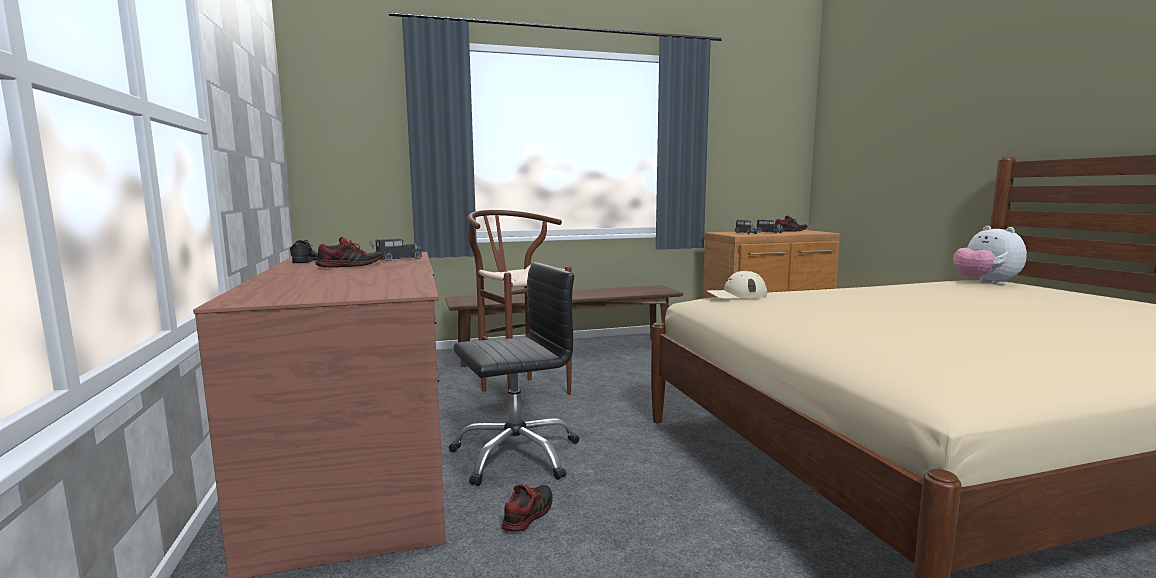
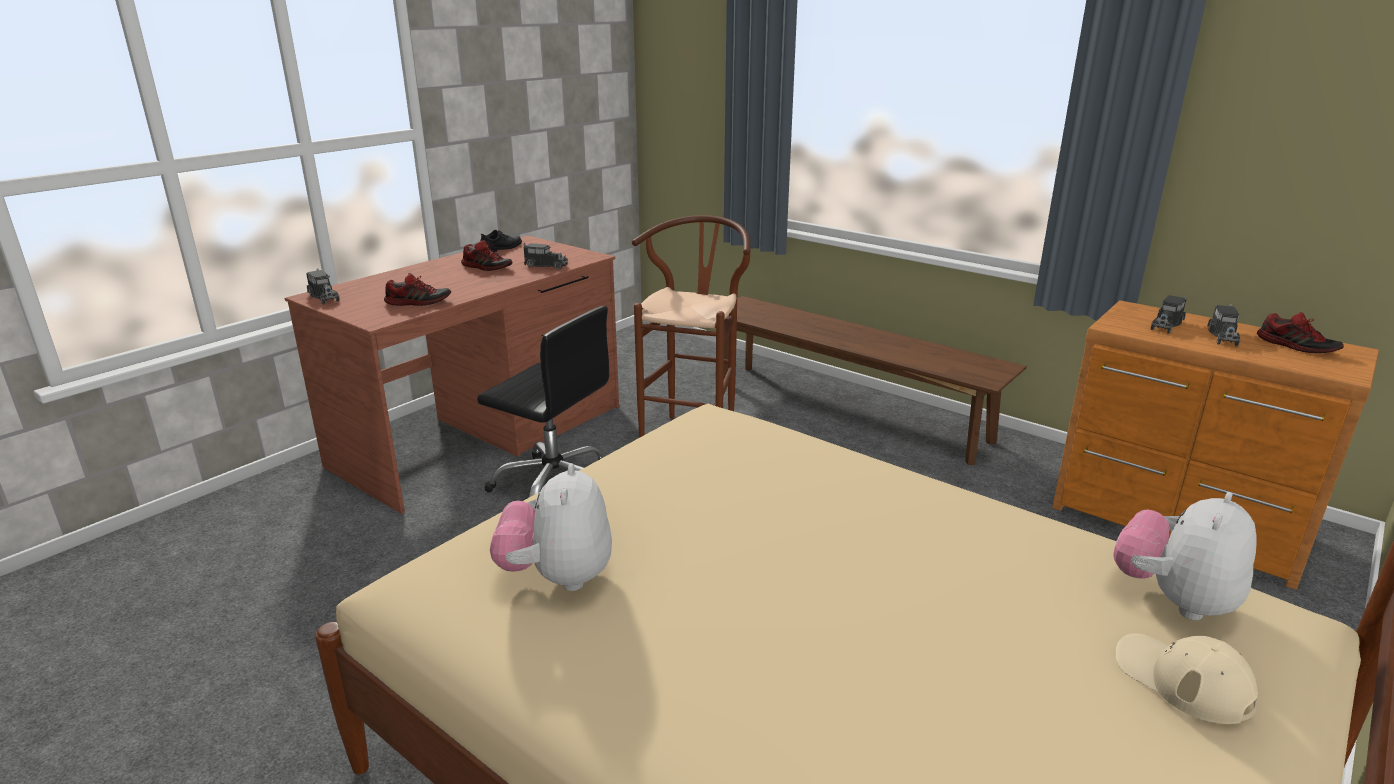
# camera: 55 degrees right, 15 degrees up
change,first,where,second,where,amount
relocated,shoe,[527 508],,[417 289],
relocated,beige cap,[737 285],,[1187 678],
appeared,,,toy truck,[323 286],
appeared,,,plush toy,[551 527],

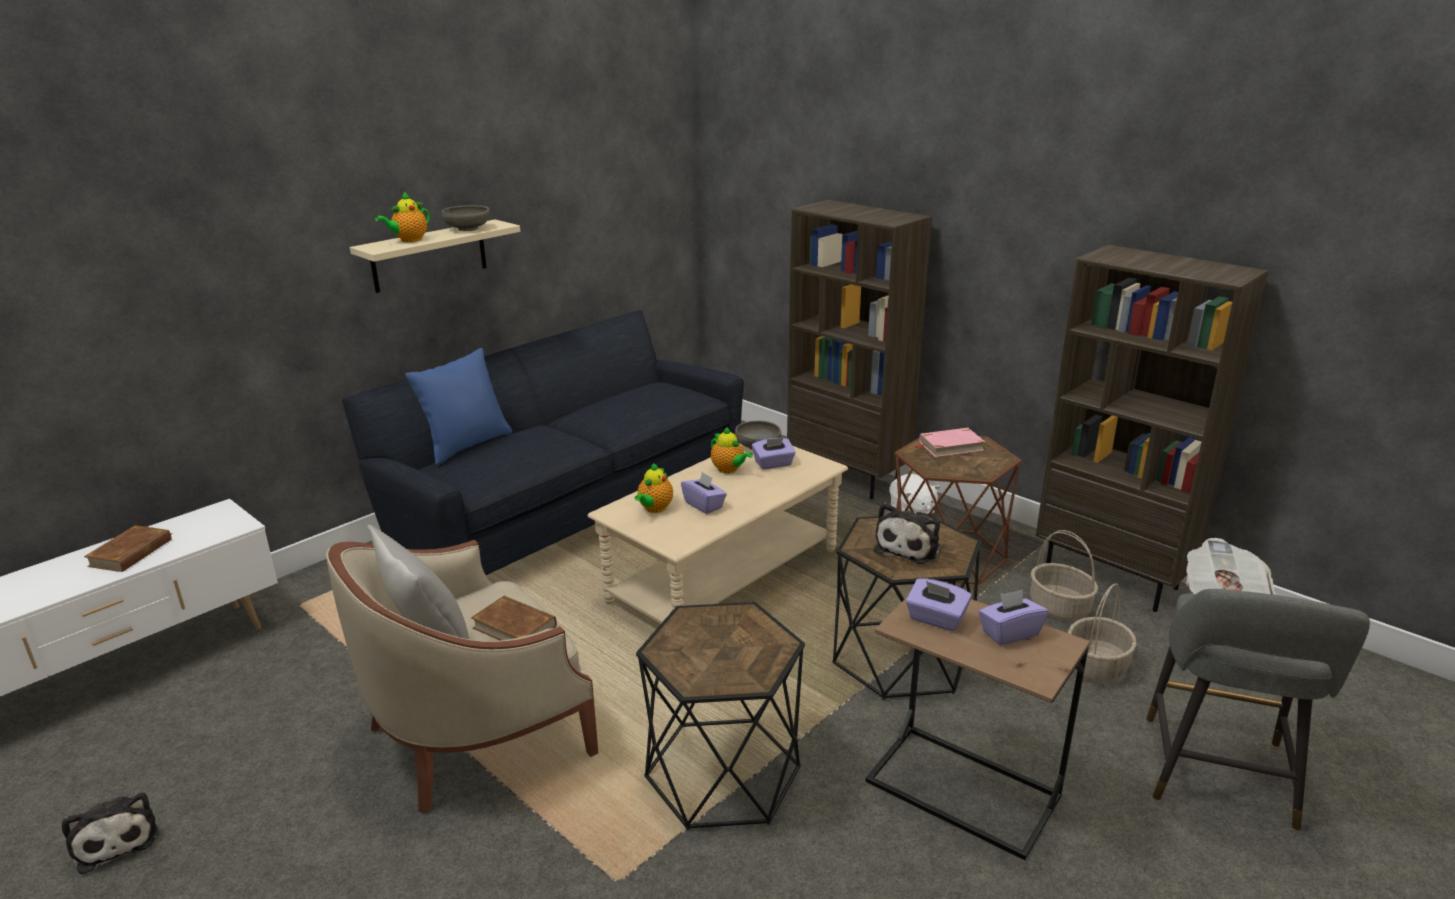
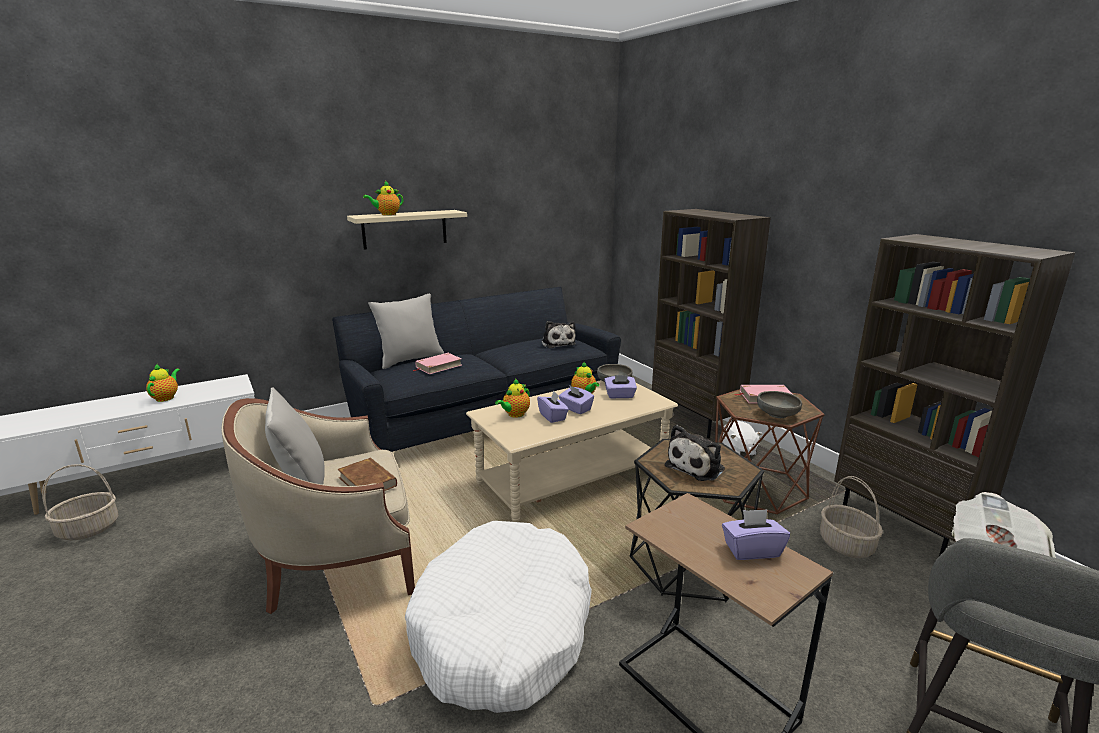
# camera: 15 degrees right, 5 degrees down
change,first,where,second,where,amount
relocated,plush toy,[110 833],,[558 334],
exchanged,brown book,[128 548],teapot,[163 383],
colour,blue pillow,[458 406],grey pillow,[406 331],
relocated,grey bowl,[466 218],,[779 404],
exchanged,black side table,[720 716],white dog bed,[498 617],
relocated,purple tissue box,[939 605],,[576 399],
relocated,basket,[1102 632],,[80 502],
appeared,,,pink book,[437 363],

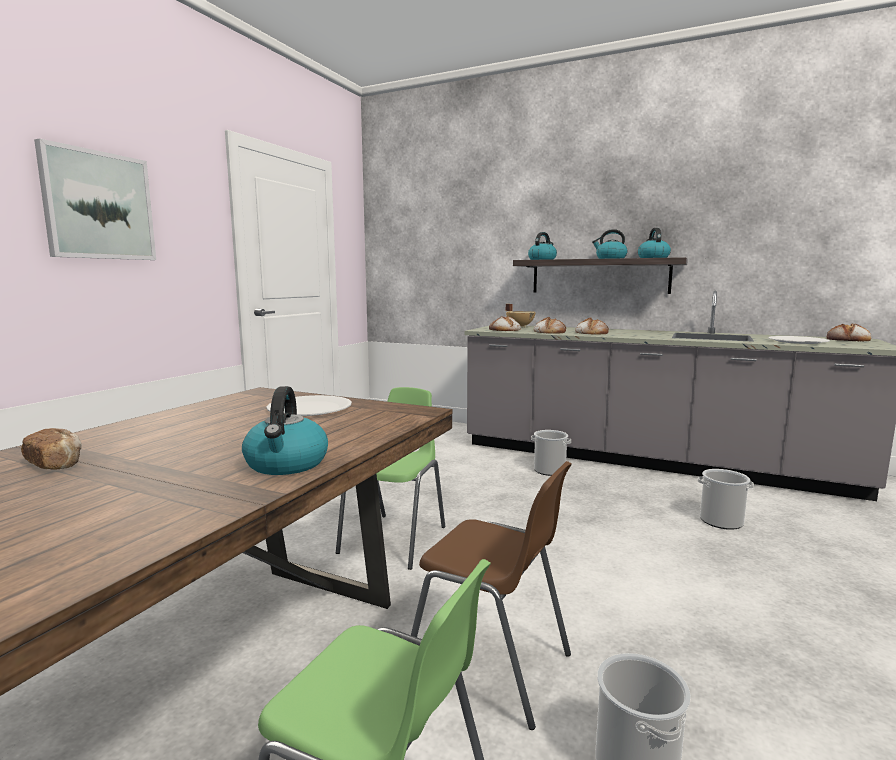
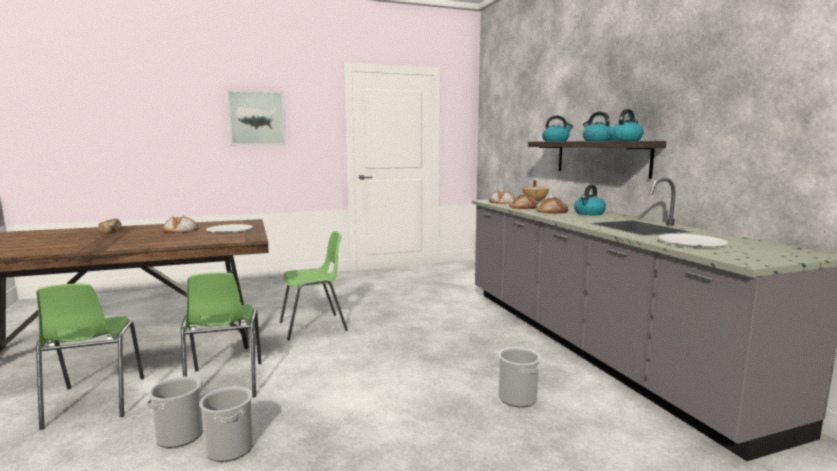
# camera: 45 degrees right, 0 degrees up
change,first,where,second,where,amount
relocated,kettle,[285 430],,[590 200],
colour,brown chair,[491 595],green chair,[221 334],
relocated,bucket,[551 453],,[226 424],
relocated,bread,[849 332],,[181 224],

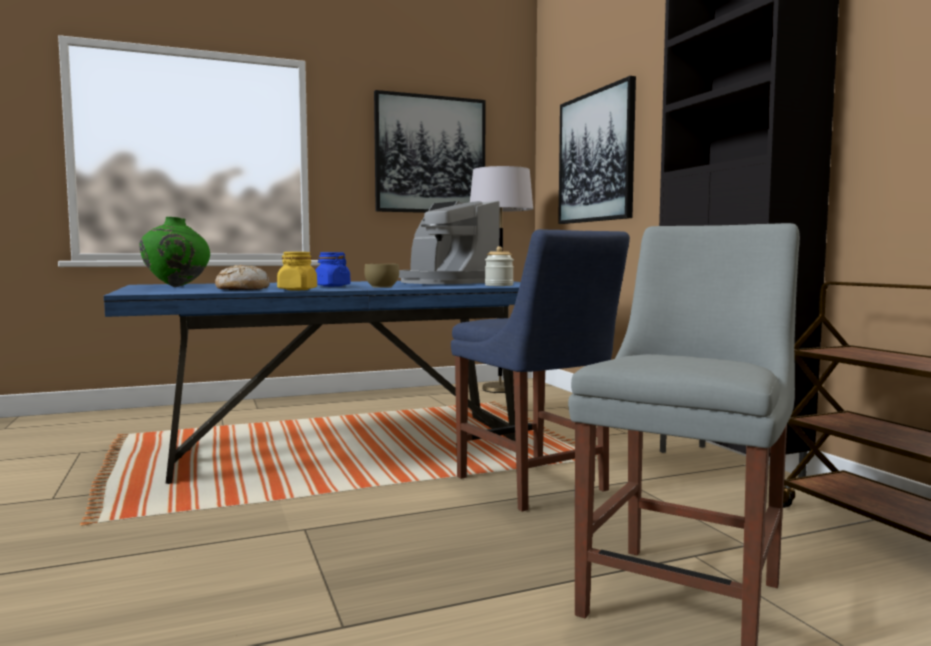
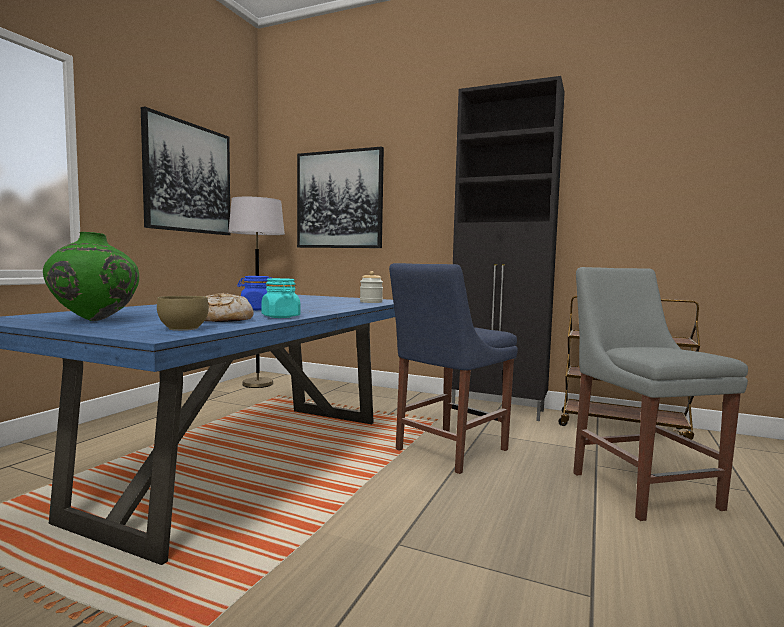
# camera: 45 degrees left, 0 degrees up
change,first,where,second,where,amount
colour,yellow jar,[297 271],turquoise jar,[281 298],
relocated,brown bowl,[381 276],,[183 313],
missing,coffee machine,[449 242],,,
spun,blue chair,[540 370],,[453 368],120 degrees clockwise

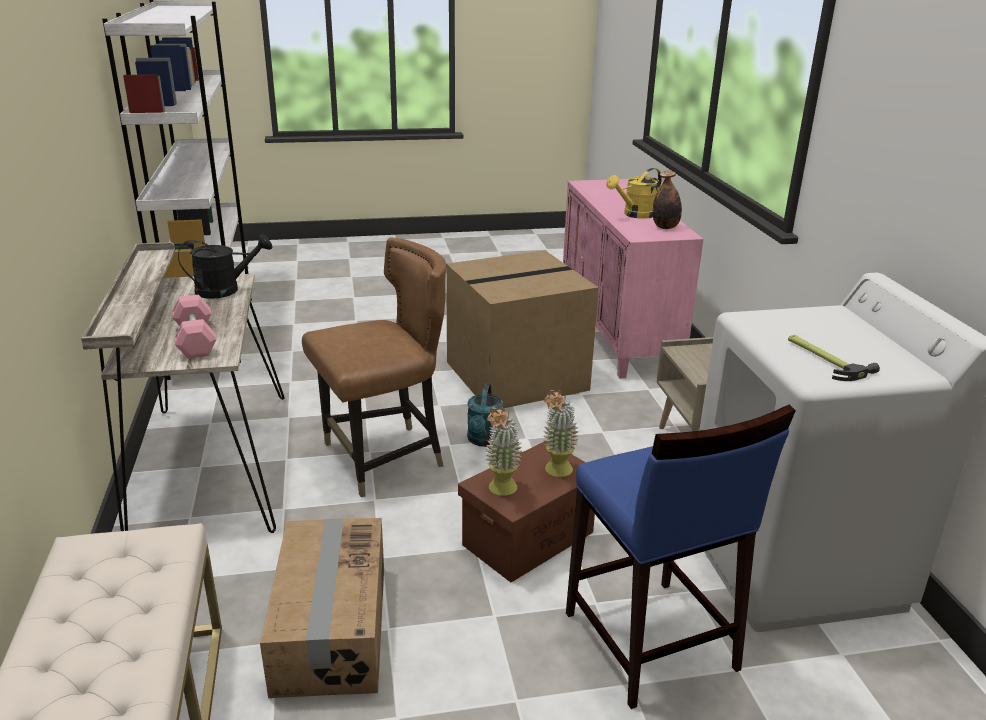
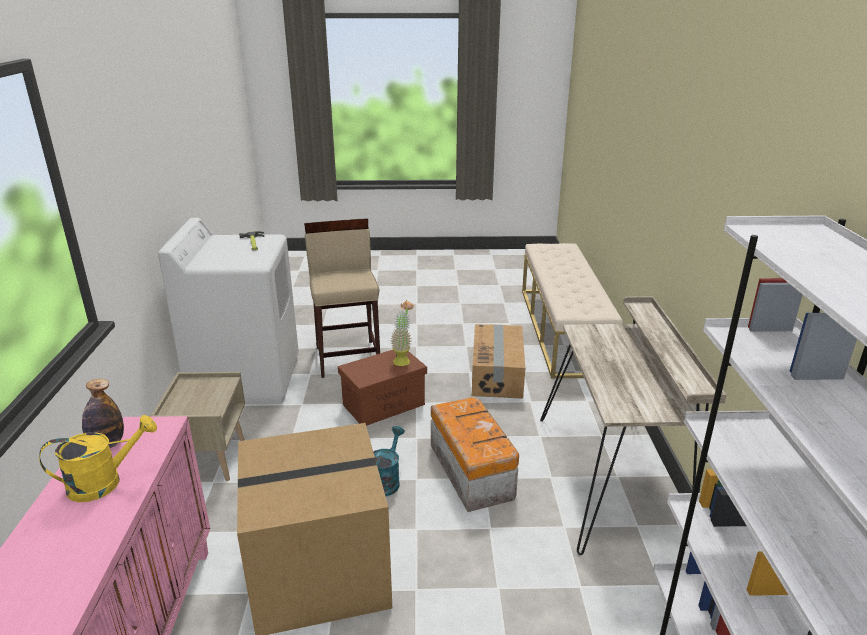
# camera: 170 degrees left, 0 degrees up
change,first,where,second,where,amount
missing,pink dumbbell,[194 326],,,
missing,black watering can,[225 266],,,
exchanged,brown chair,[374 367],storage box,[475 454],
missing,potted plant,[561 433],,,
colour,blue stool,[681 556],beige stool,[342 298],

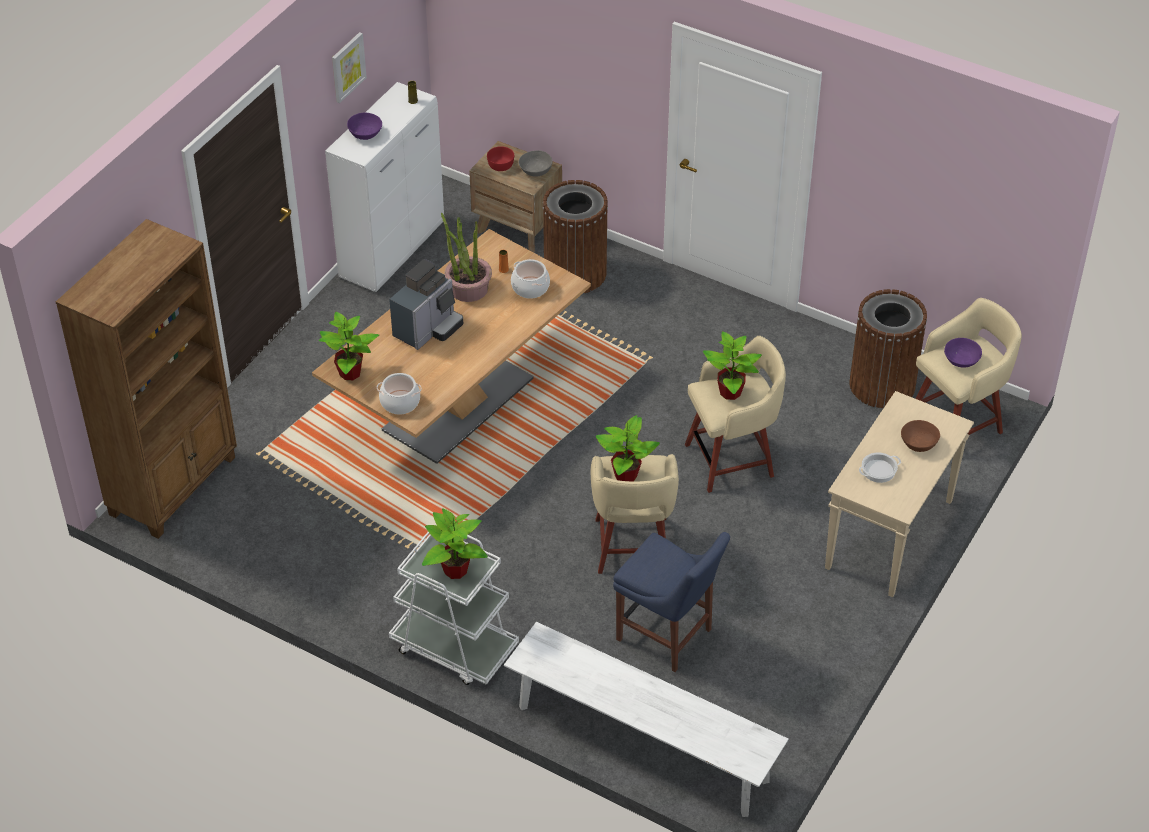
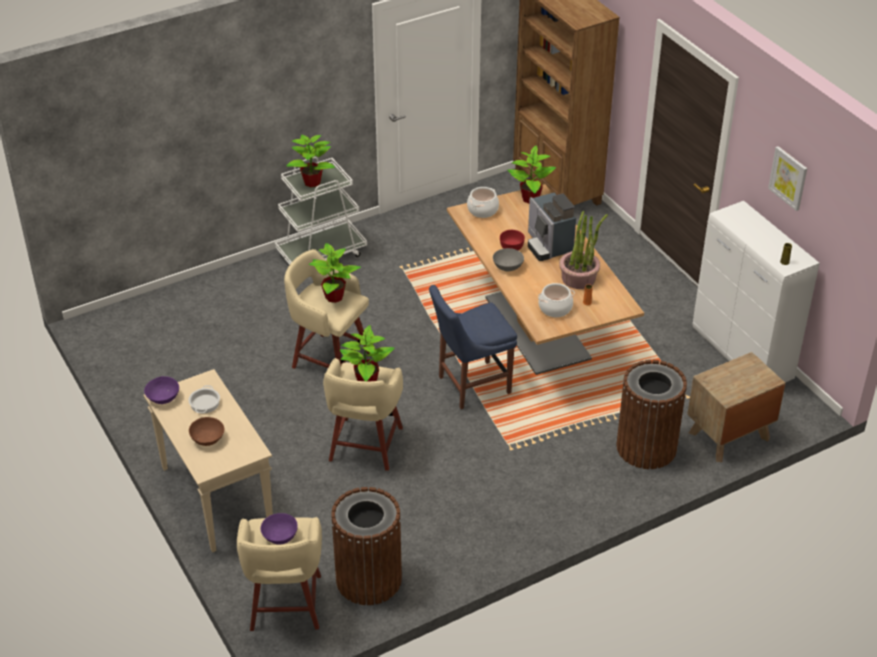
# camera: 120 degrees right, 5 degrees down
change,first,where,second,where,amount
relocated,purple bowl,[364 126],,[161 390],
relocated,red bowl,[500 158],,[512 240],
missing,white bench,[646 719],,,
relocated,grey bowl,[535 163],,[508 259],
relocated,blue chair,[671 602],,[473 347],

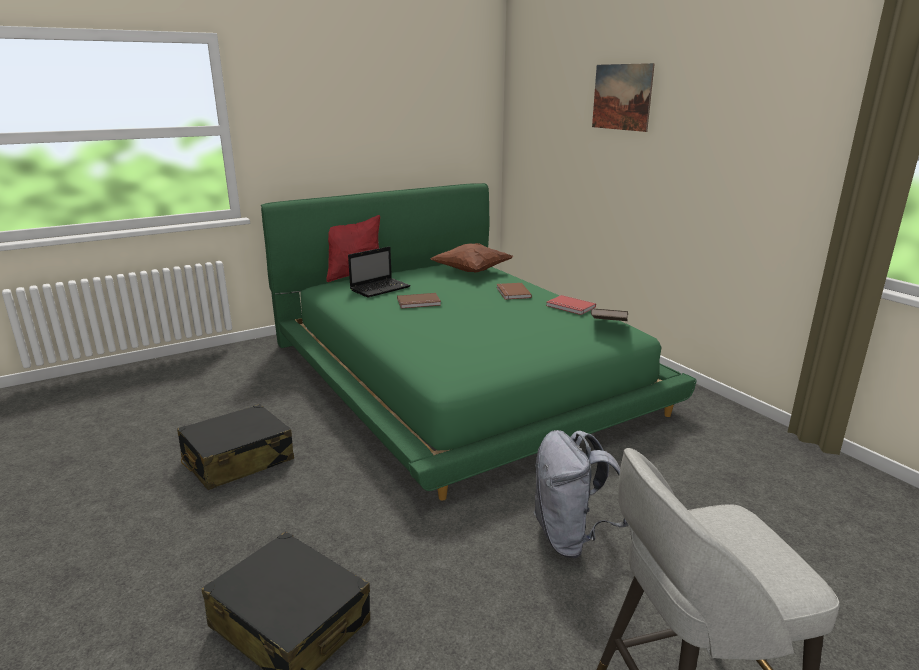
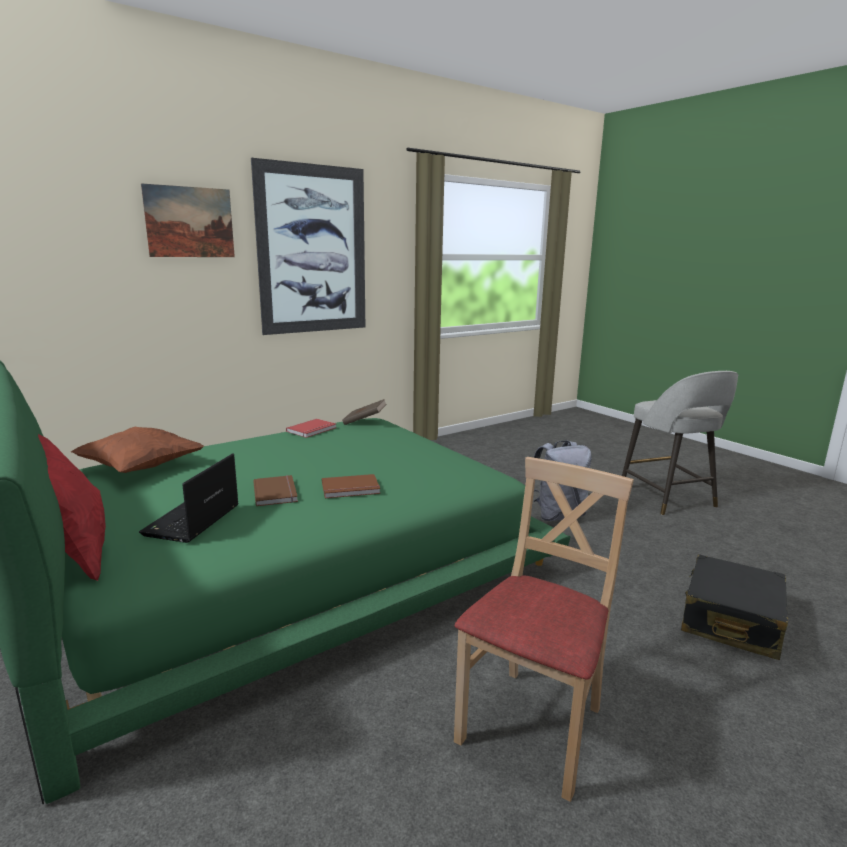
# camera: 95 degrees left, 5 degrees down
change,first,where,second,where,amount
exchanged,black suitcase,[235 447],beige chair,[544 629],
spun,laptop,[379 272],,[189 498],120 degrees counterclockwise
relocated,brown book,[514 291],,[351 486],
appeared,,,picture,[308 246],

